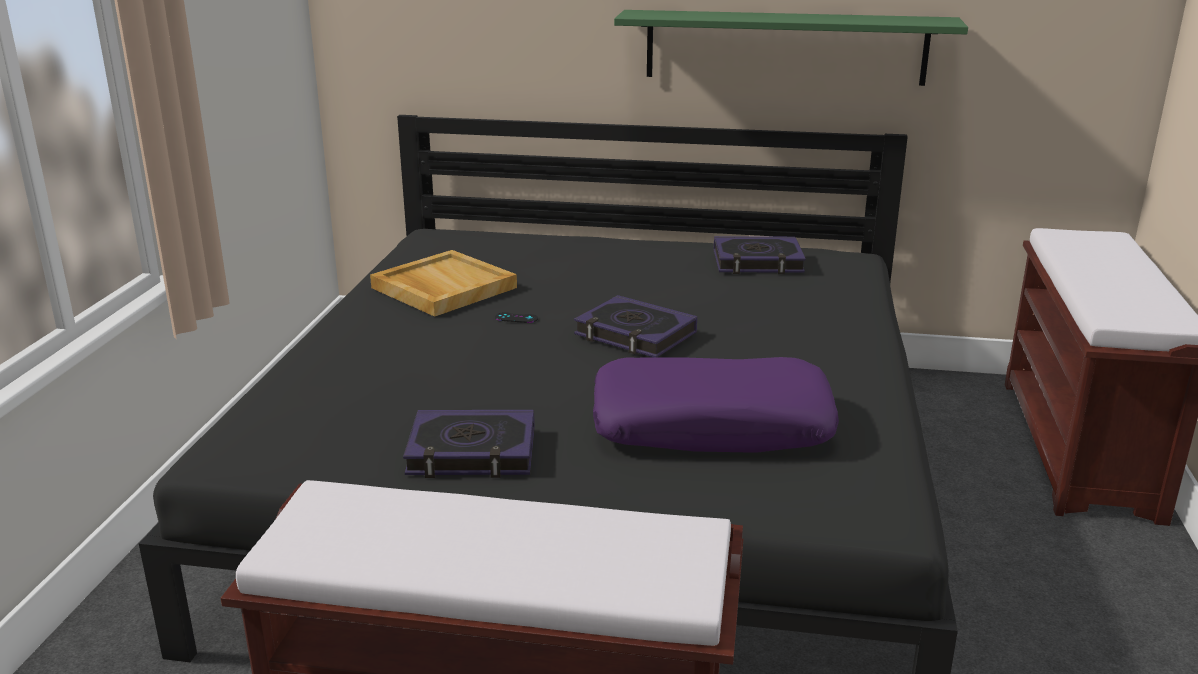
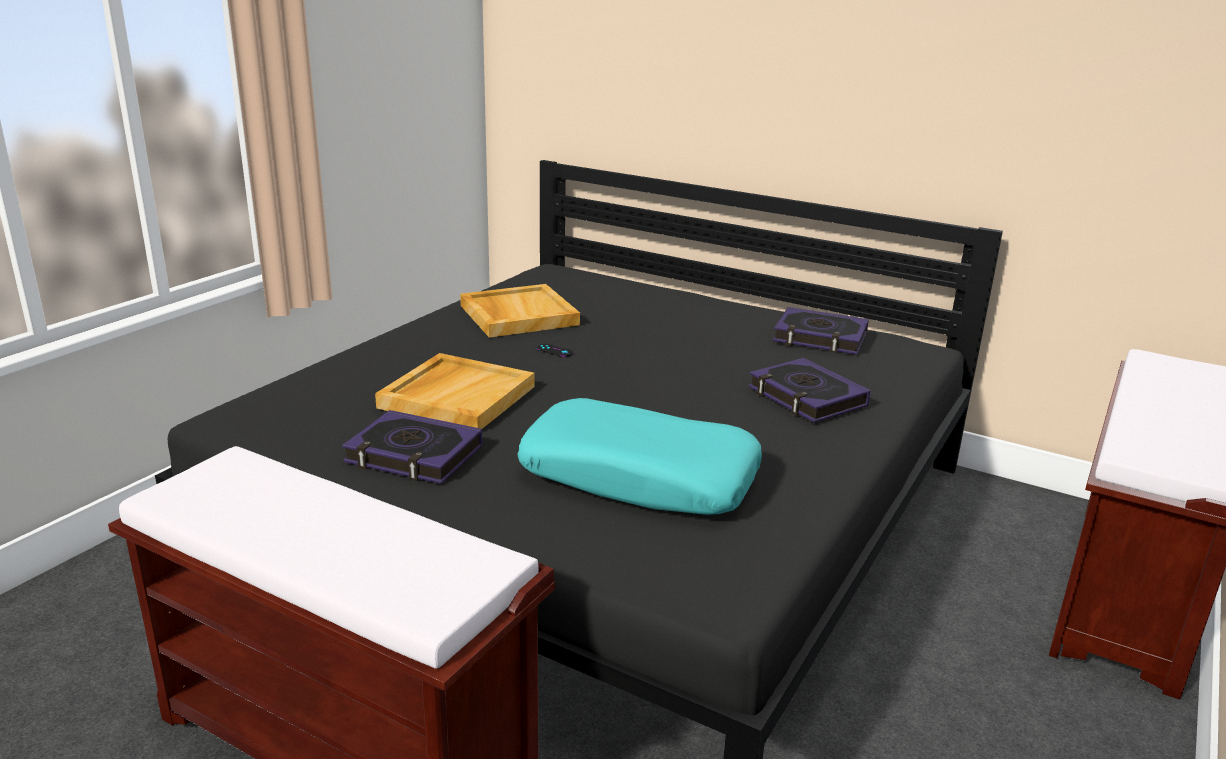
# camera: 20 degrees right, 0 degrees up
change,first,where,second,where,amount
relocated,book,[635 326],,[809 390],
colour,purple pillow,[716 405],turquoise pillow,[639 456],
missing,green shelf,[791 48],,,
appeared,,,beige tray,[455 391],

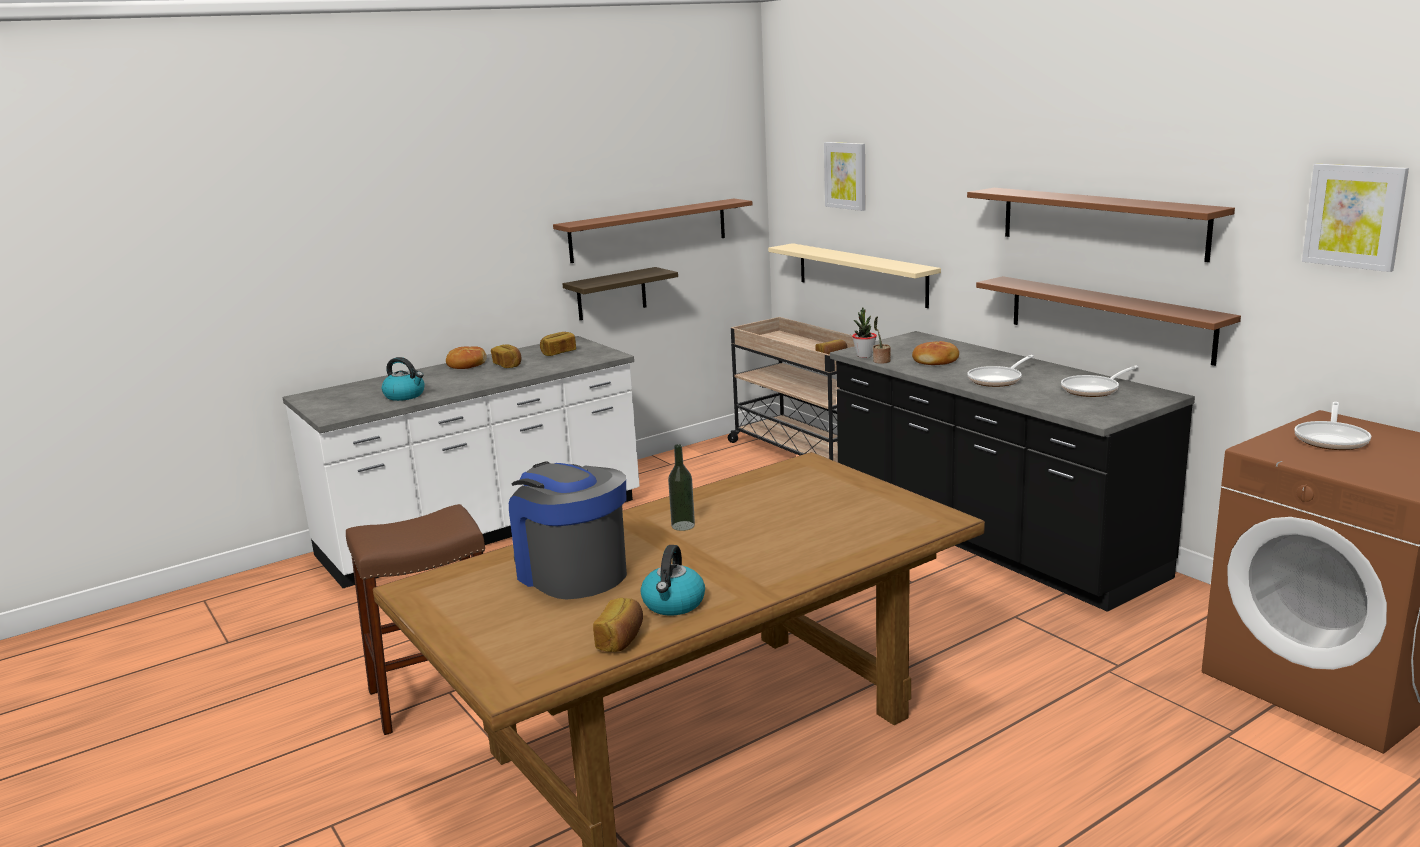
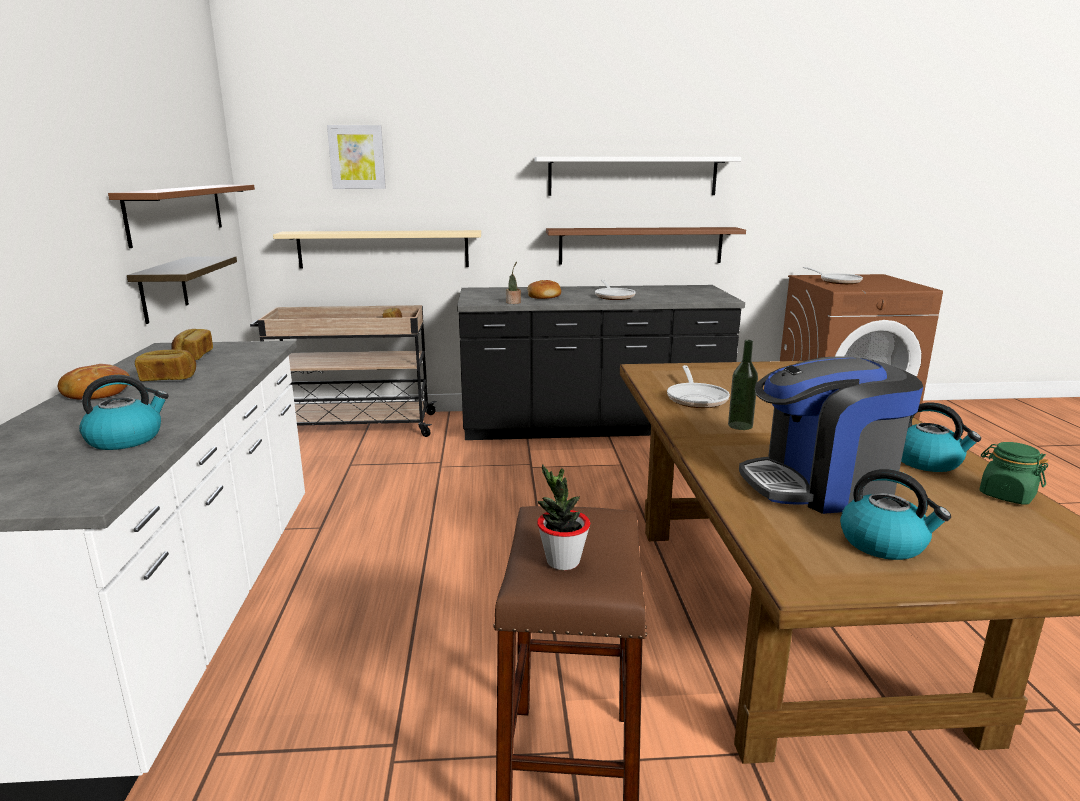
# camera: 60 degrees left, 0 degrees up
change,first,where,second,where,amount
exchanged,bread,[618 625],green jar,[1014 473],
relocated,potted plant,[864 332],,[563 517],
colour,brown shelf,[1101 225],white shelf,[637 176],
relocated,frying pan,[1100 381],,[698 386],
missing,picture,[1355 218],,,
appeared,,,kettle,[895 514],

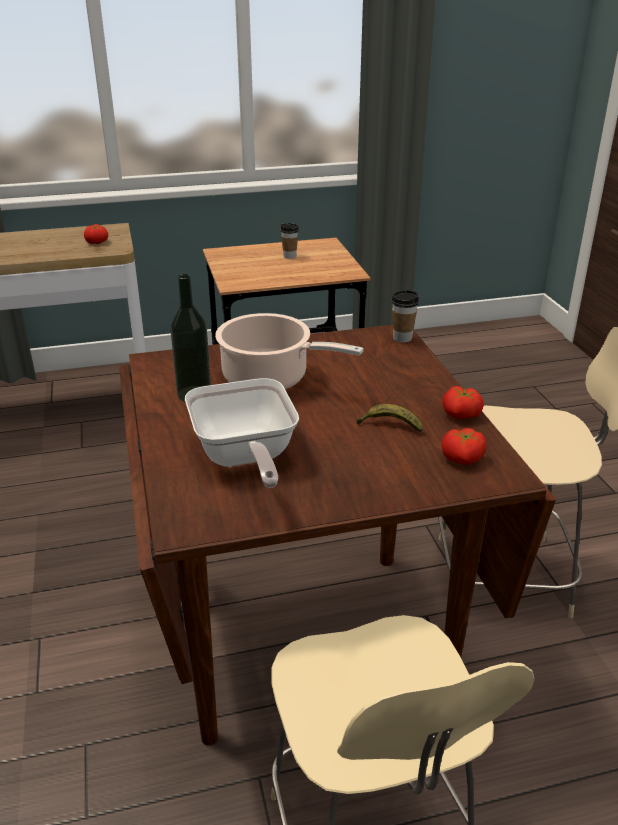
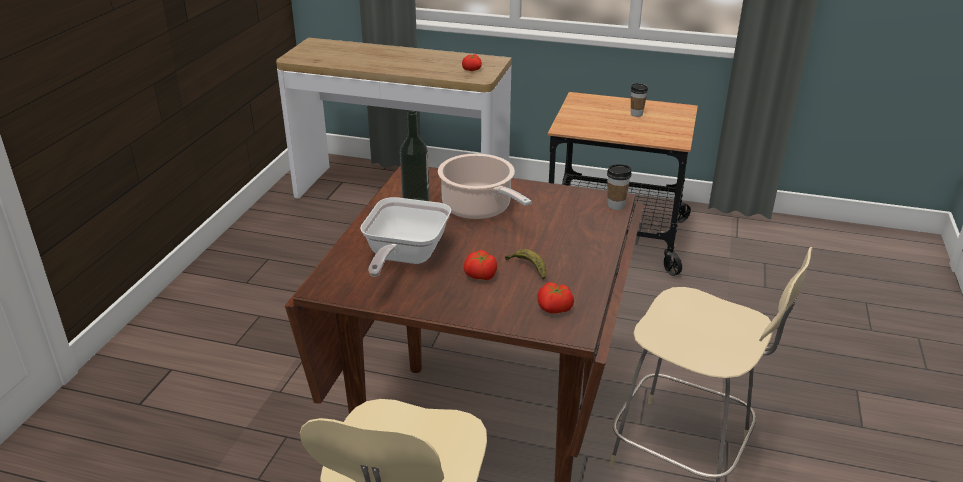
# camera: 30 degrees right, 0 degrees up
change,first,where,second,where,amount
relocated,tomato,[463 402],,[480 265],

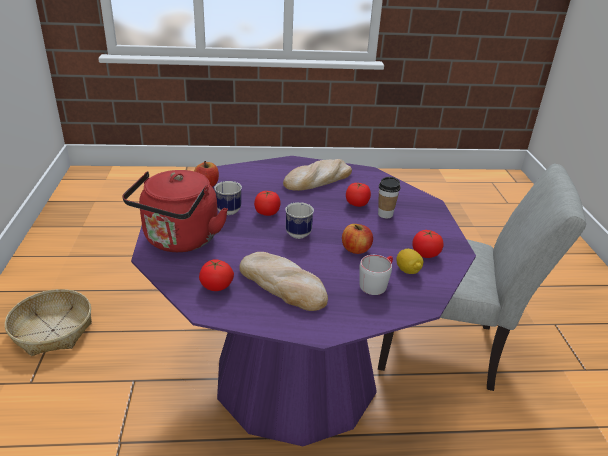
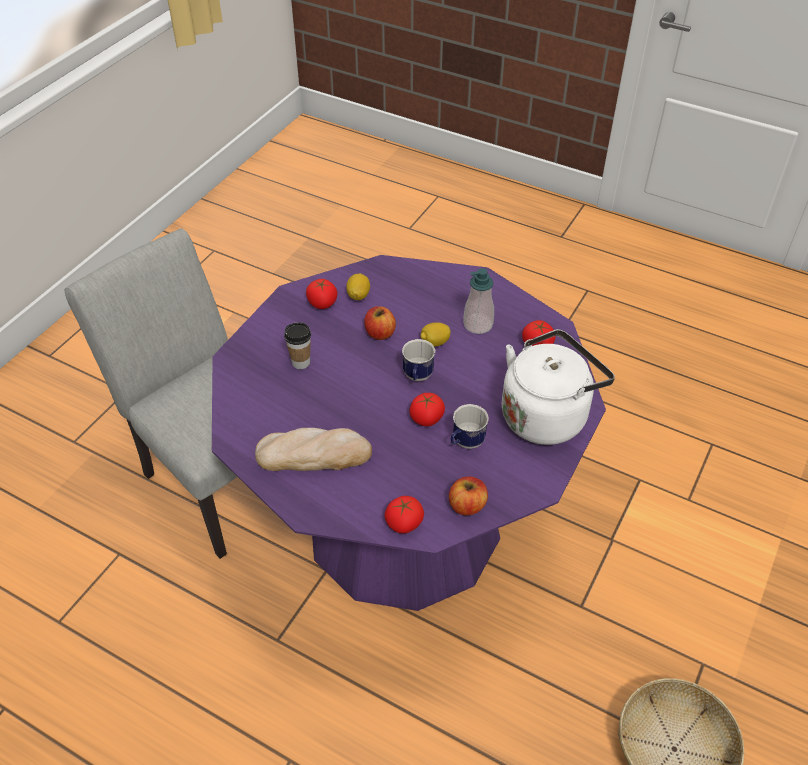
# camera: 145 degrees left, 15 degrees up
change,first,where,second,where,amount
colour,red kettle,[175 211],white kettle,[558 387],
exchanged,bread,[283 281],soap dispenser,[478 301],
relocated,tomato,[358 194],,[404 515],
missing,grey mug,[376 275],,,
appeared,,,lemon,[435 334],

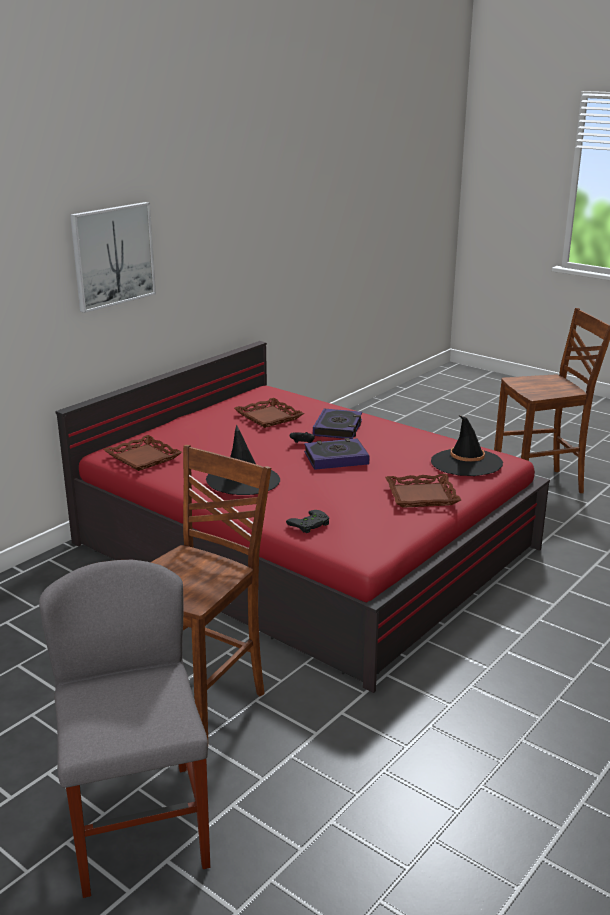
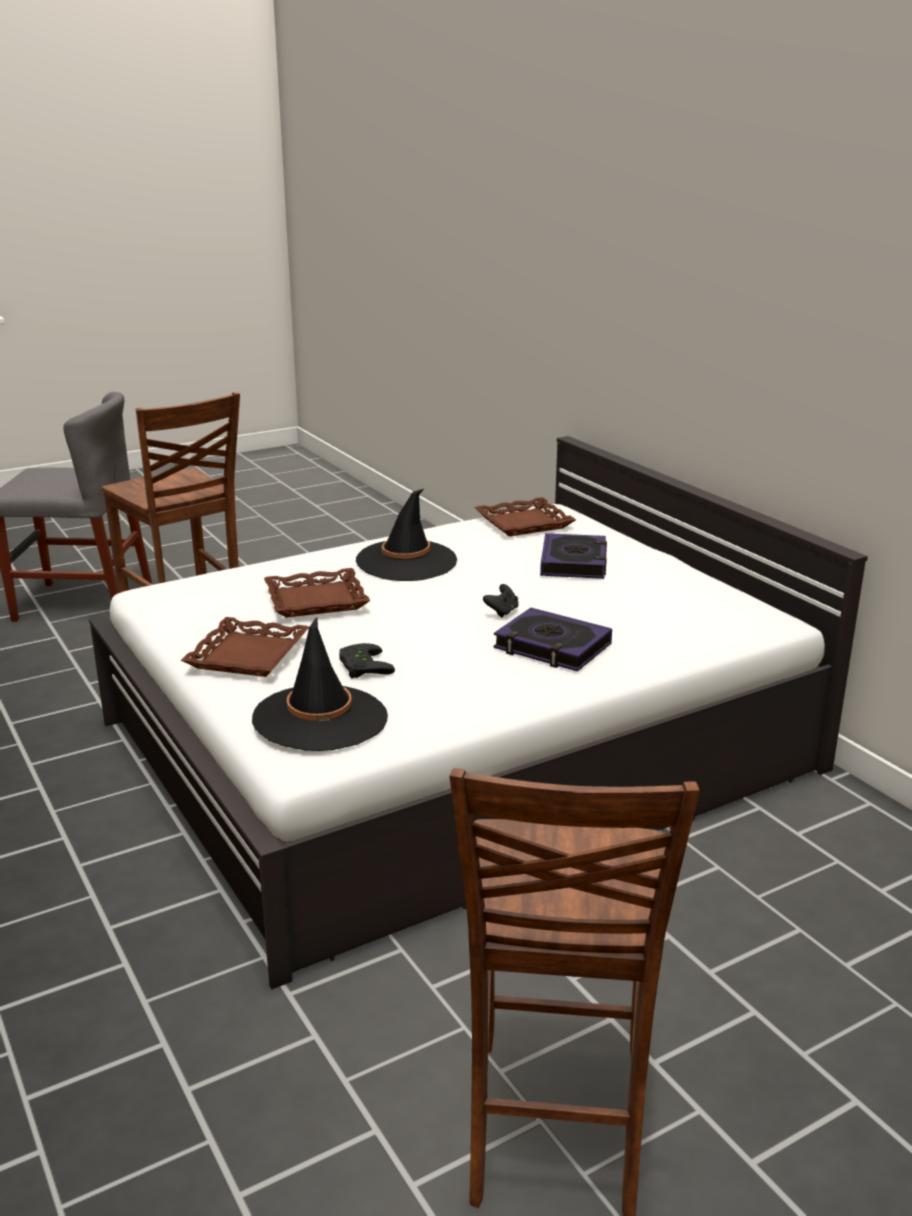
# camera: 110 degrees right, 0 degrees up
change,first,where,second,where,amount
colour,red bed,[302 517],white bed,[478 712],
missing,picture,[113 257],,,
relocated,brown tray,[269 413],,[317 593],
relocated,black game controller,[307 521],,[367 661],
relocated,book,[336 454],,[573 556],

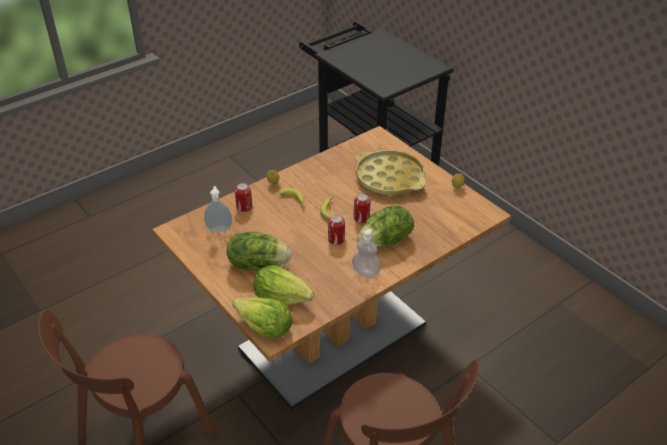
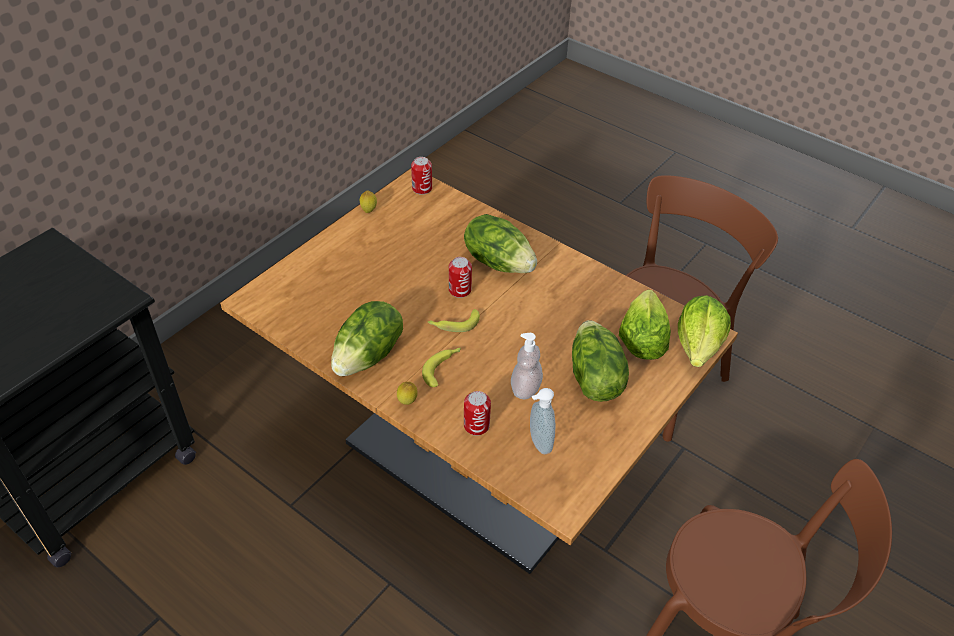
# camera: 105 degrees left, 5 degrees up
change,first,where,second,where,amount
relocated,can,[336 230],,[421 176],
relocated,soap dispenser,[366 253],,[527 366],
missing,yellow tray,[391 172],,,
appeared,,,lettuce,[367 338],

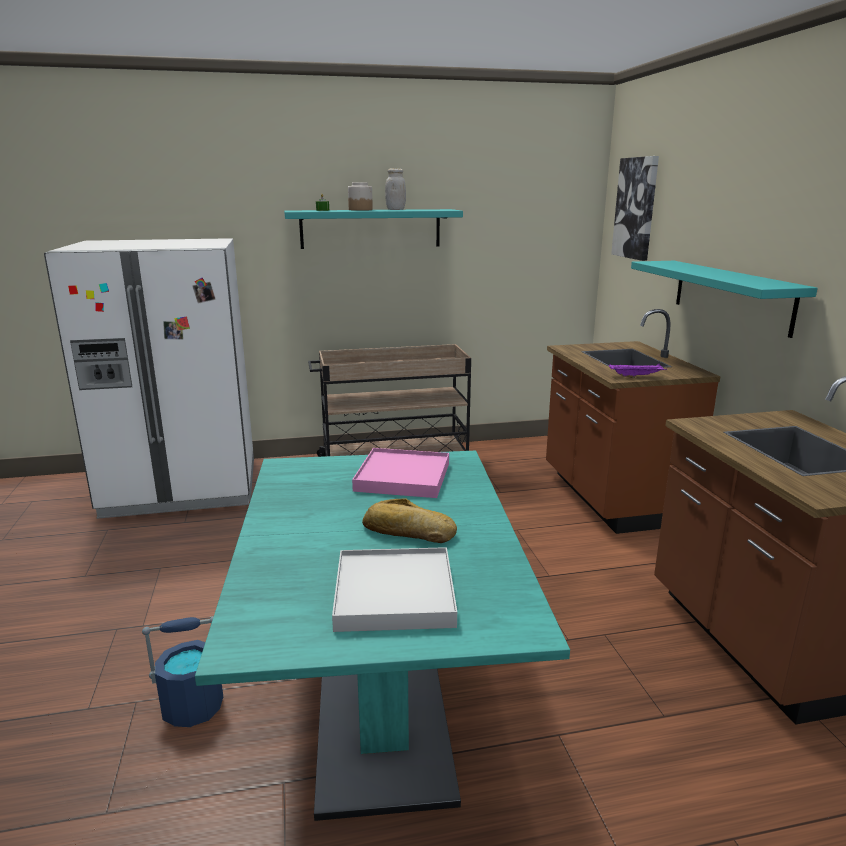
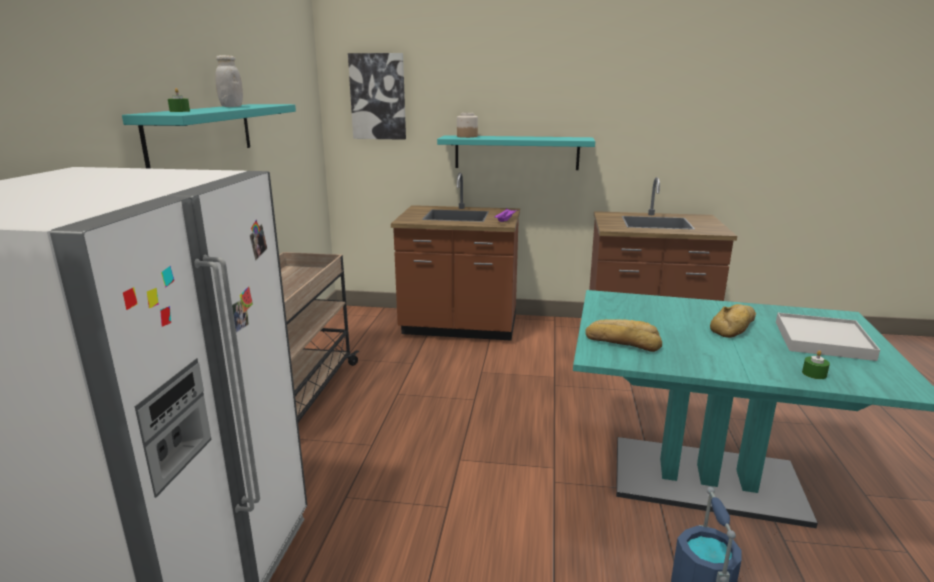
# camera: 70 degrees left, 0 degrees up
change,first,where,second,where,amount
relocated,jar,[360 196],,[467 125],
missing,pink tray,[400 473],,,
appeared,,,bread,[623 335],
appeared,,,green candle,[816 364],

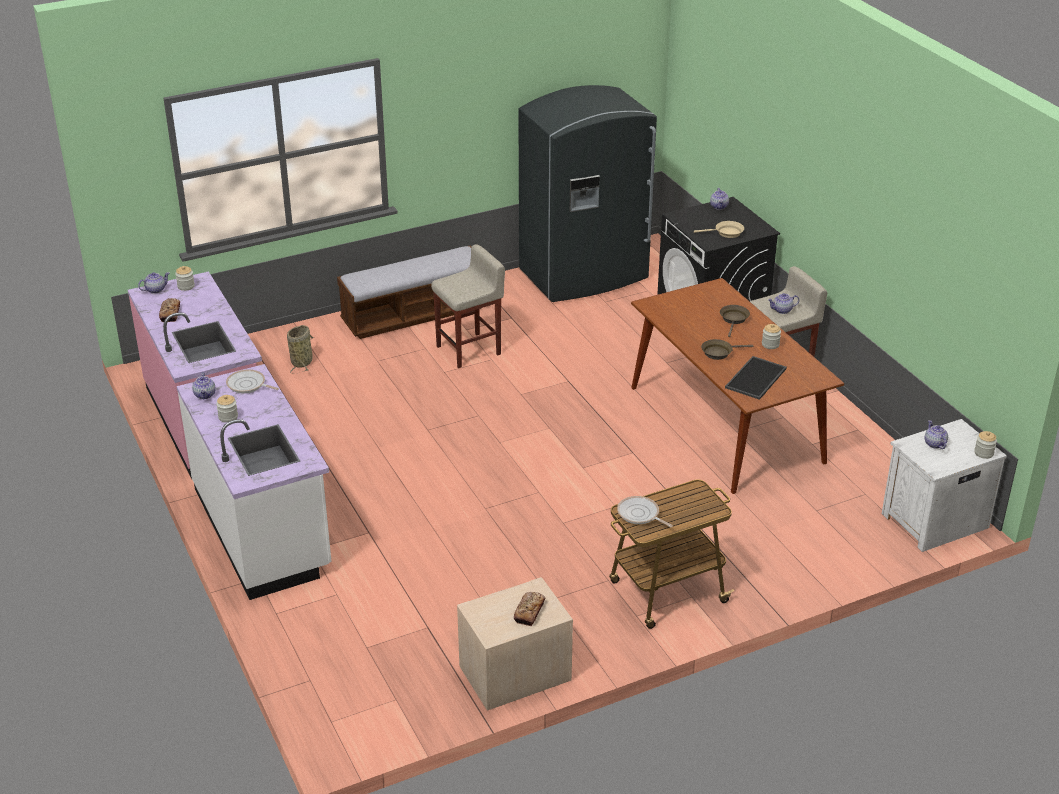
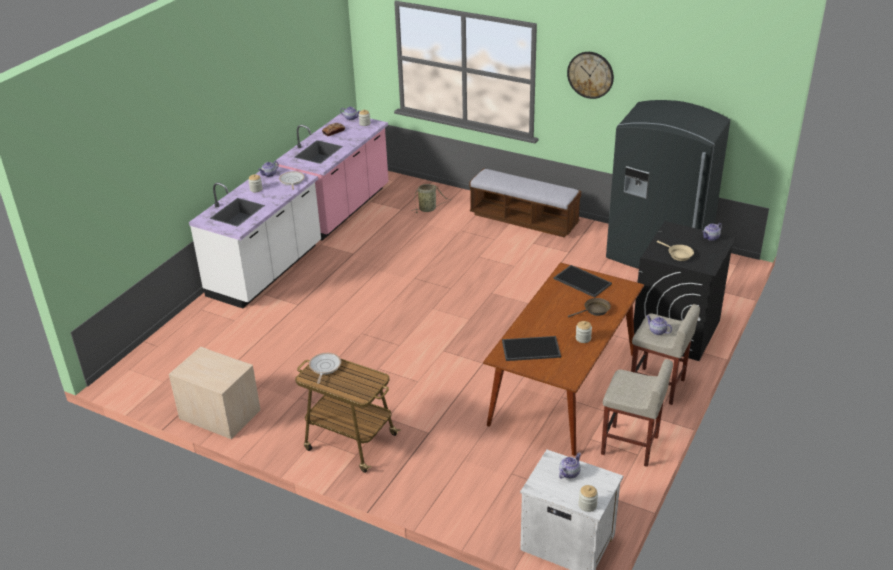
# camera: 55 degrees right, 0 degrees up
change,first,where,second,where,amount
relocated,beige stool,[468 306],,[637 413],
missing,bread,[529 609],,,
missing,brown frying pan,[727 349],,,
appeared,,,tray,[583 281],
appeared,,,wall clock,[590 75],

